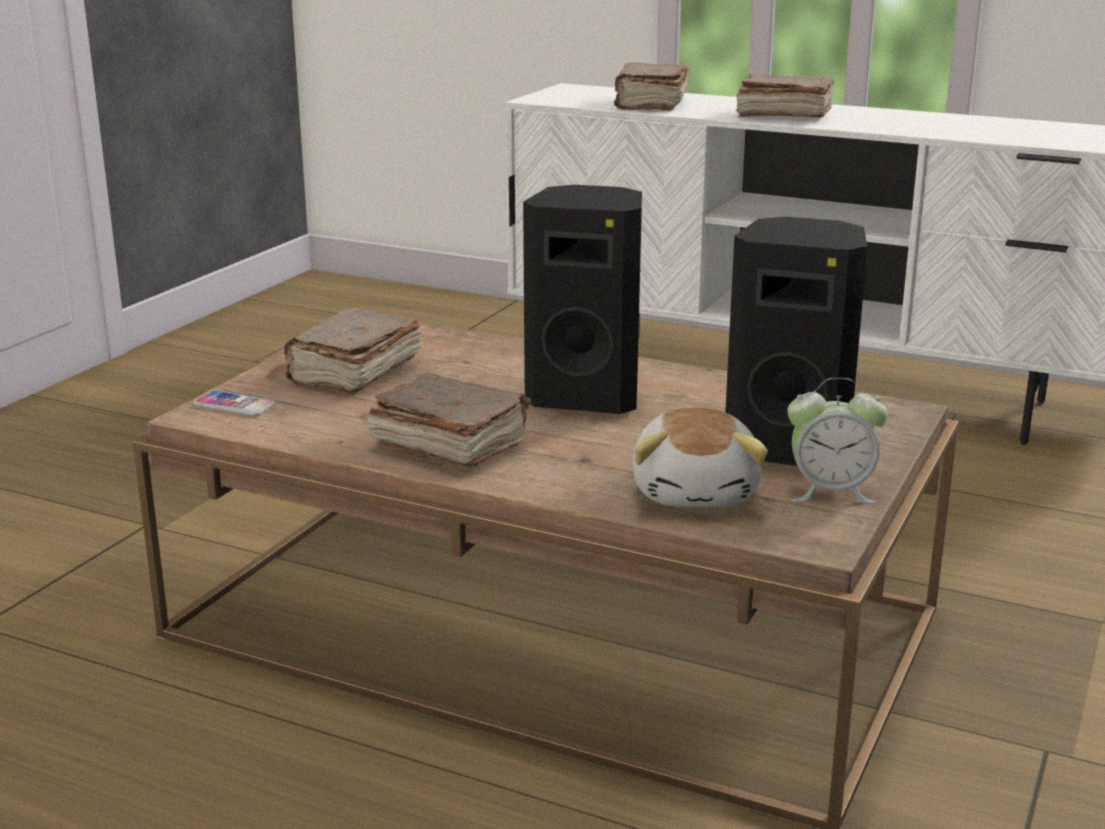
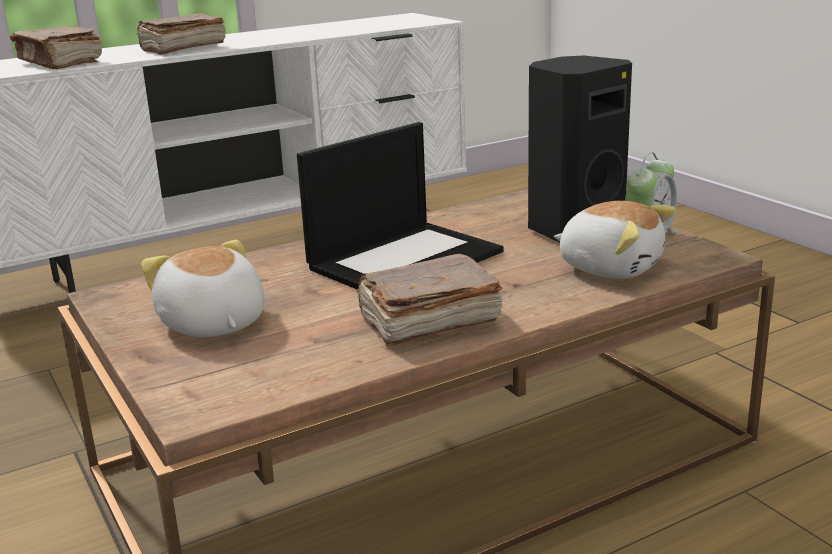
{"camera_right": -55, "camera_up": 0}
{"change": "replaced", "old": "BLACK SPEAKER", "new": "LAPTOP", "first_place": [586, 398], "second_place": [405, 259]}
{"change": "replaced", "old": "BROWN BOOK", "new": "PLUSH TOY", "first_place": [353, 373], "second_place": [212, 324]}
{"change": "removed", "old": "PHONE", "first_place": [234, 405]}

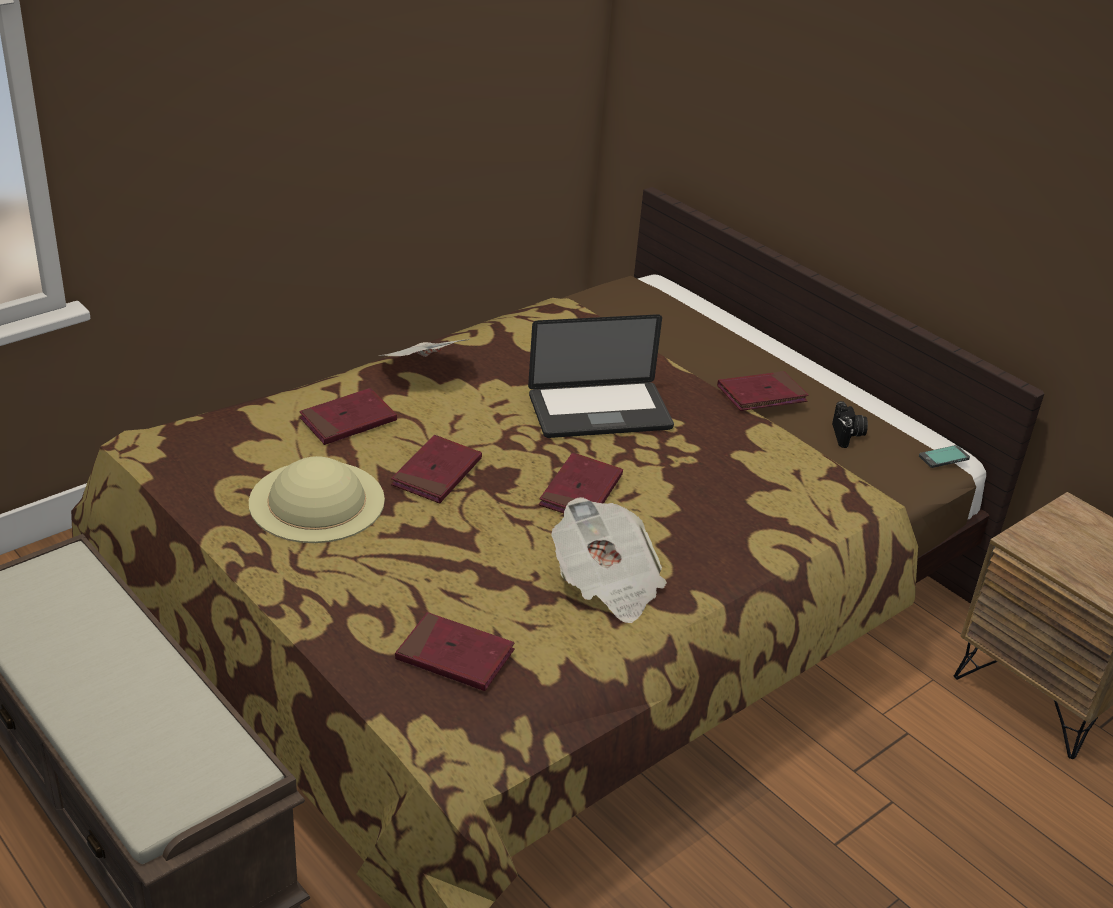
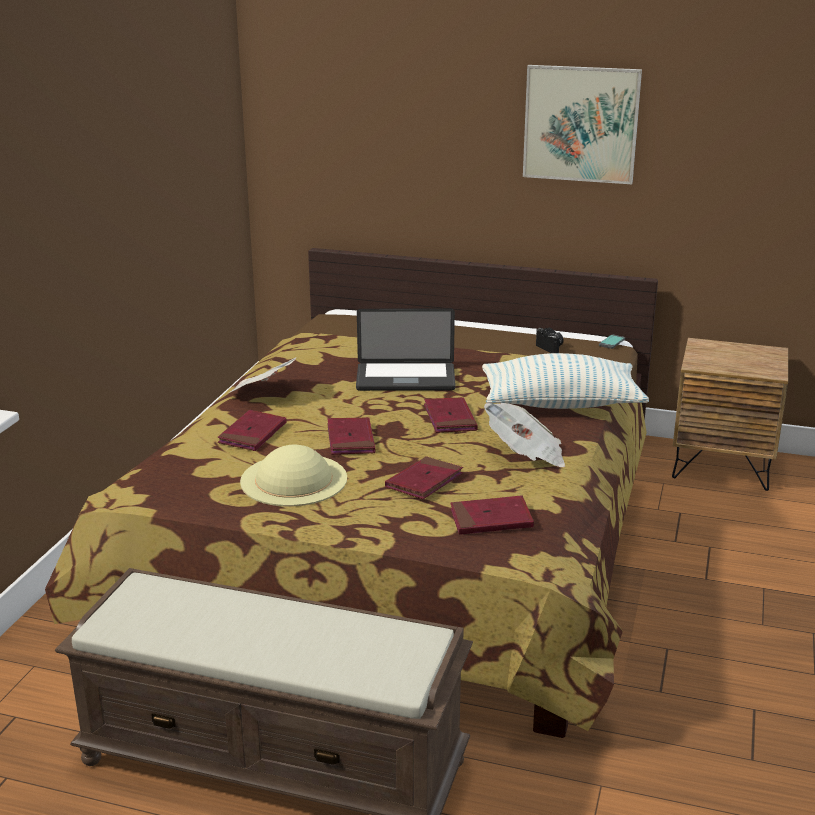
{"camera_right": -30, "camera_up": -10}
{"change": "turned", "old": "LAPTOP", "first_place": [599, 412], "second_place": [405, 379], "degrees": 45}
{"change": "moved", "old": "RED BOOK", "first_place": [761, 395], "second_place": [424, 481]}
{"change": "added", "new": "PICTURE", "second_place": [580, 124]}
{"change": "added", "new": "PILLOW", "second_place": [561, 404]}

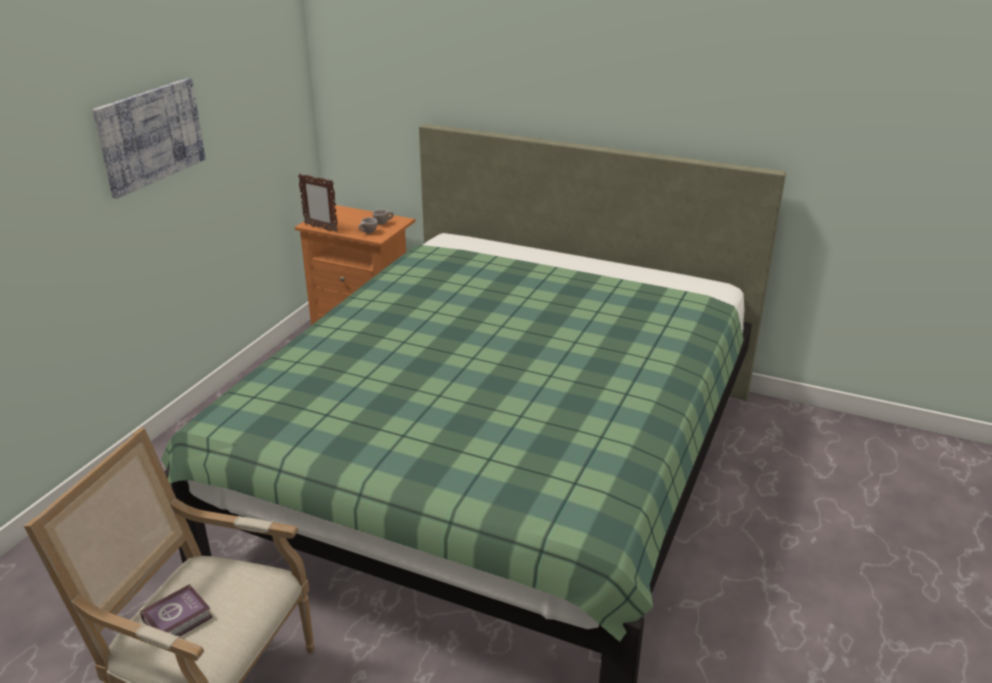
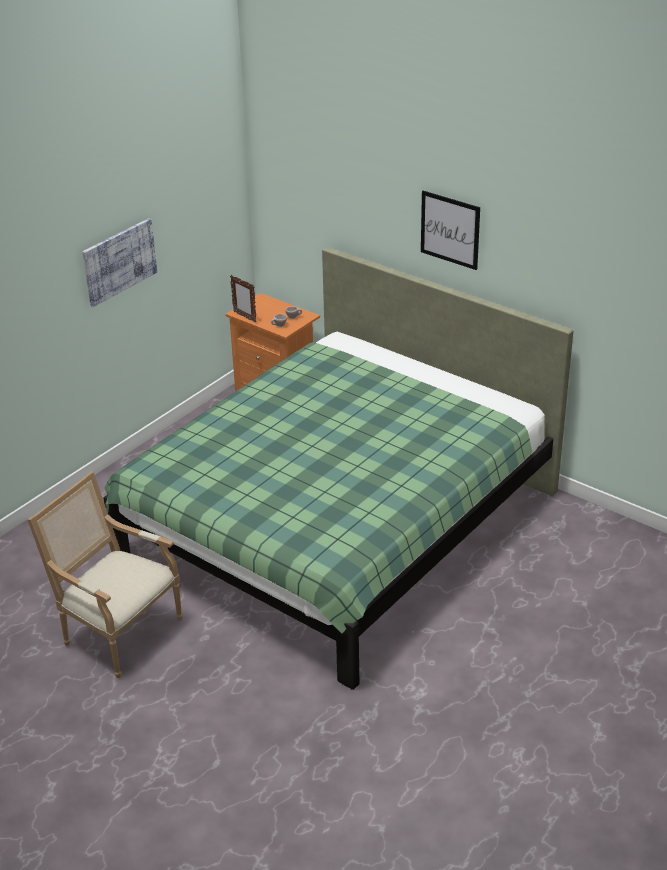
{"camera_right": 15, "camera_up": 5}
{"change": "removed", "old": "BOOK", "first_place": [179, 619]}
{"change": "added", "new": "PICTURE", "second_place": [450, 229]}

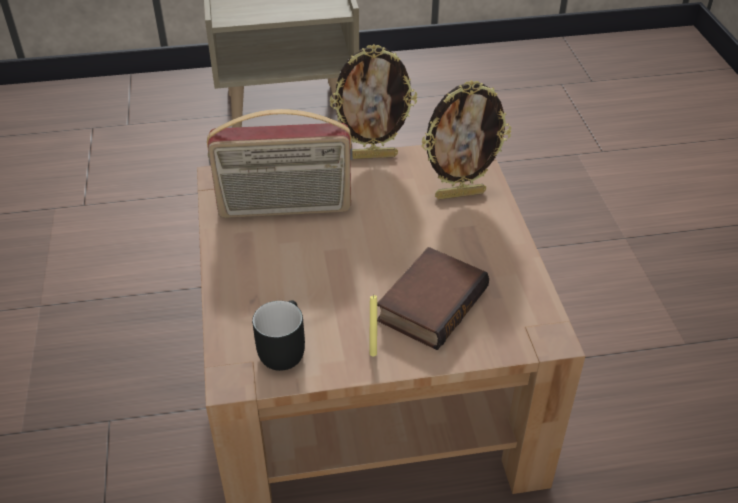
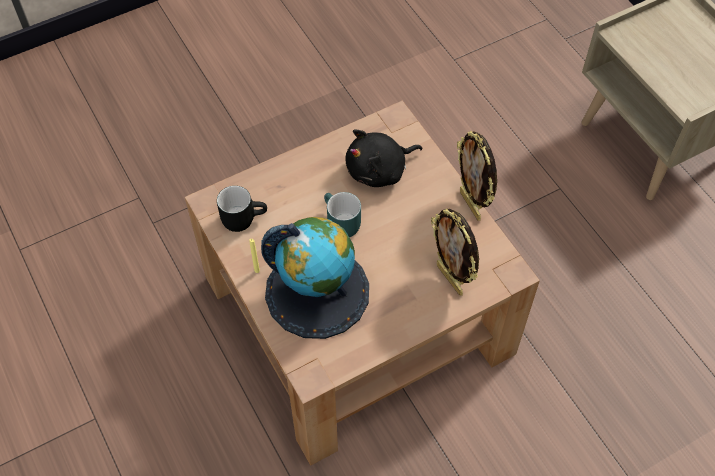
{"camera_right": 70, "camera_up": 15}
{"change": "replaced", "old": "RADIO", "new": "BLACK PLUSH TOY", "first_place": [285, 208], "second_place": [379, 170]}
{"change": "replaced", "old": "BOOK", "new": "GLOBE", "first_place": [430, 303], "second_place": [317, 291]}
{"change": "added", "new": "TURQUOISE MUG", "second_place": [339, 224]}

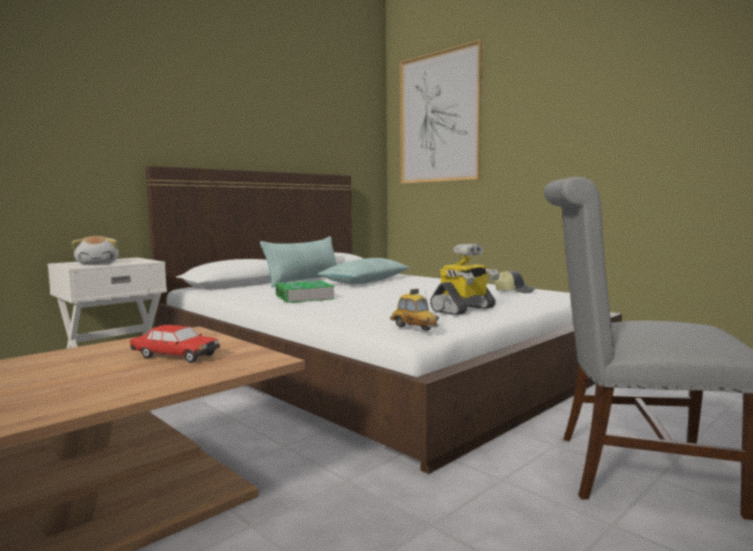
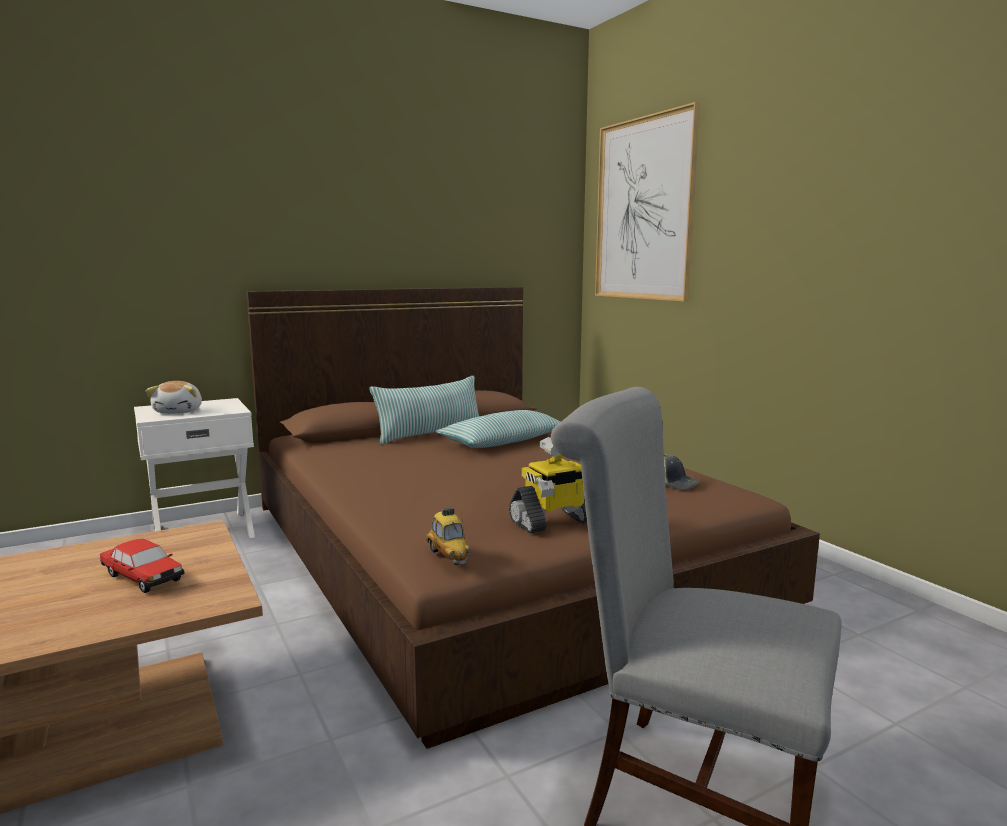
{"camera_right": 15, "camera_up": 5}
{"change": "recoloured", "old": "WHITE BED", "new": "BROWN BED", "first_place": [370, 363], "second_place": [488, 551]}
{"change": "removed", "old": "BOOK", "first_place": [304, 297]}

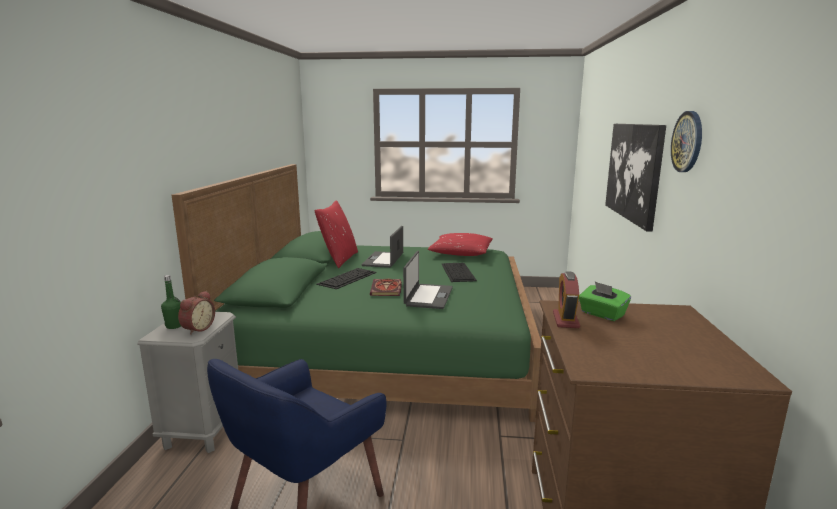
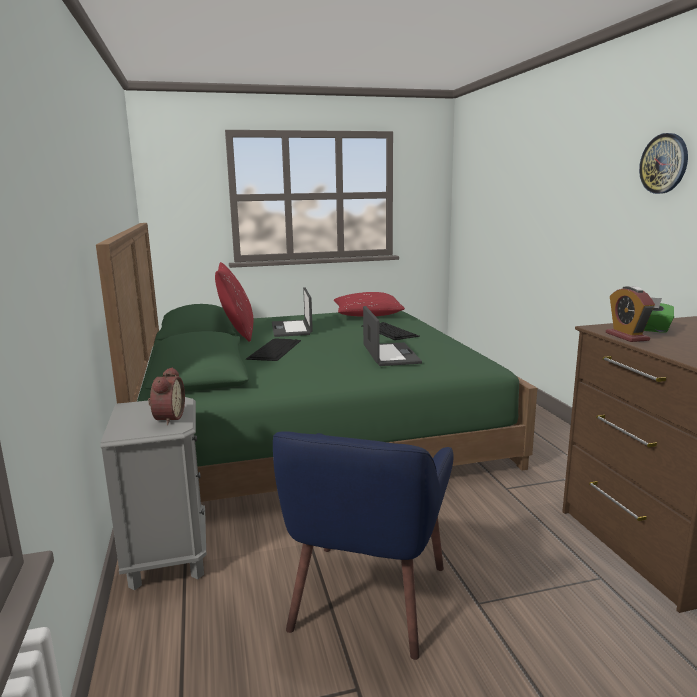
{"camera_right": -20, "camera_up": 0}
{"change": "removed", "old": "PICTURE", "first_place": [633, 171]}
{"change": "removed", "old": "GREEN BOTTLE", "first_place": [174, 326]}
{"change": "removed", "old": "BOOK", "first_place": [387, 289]}

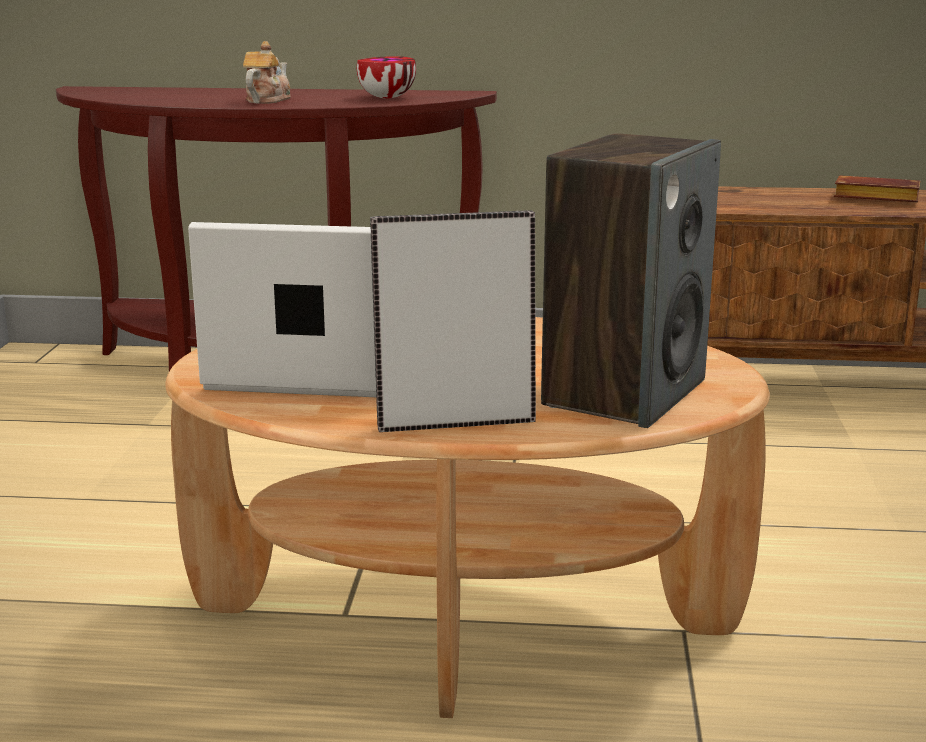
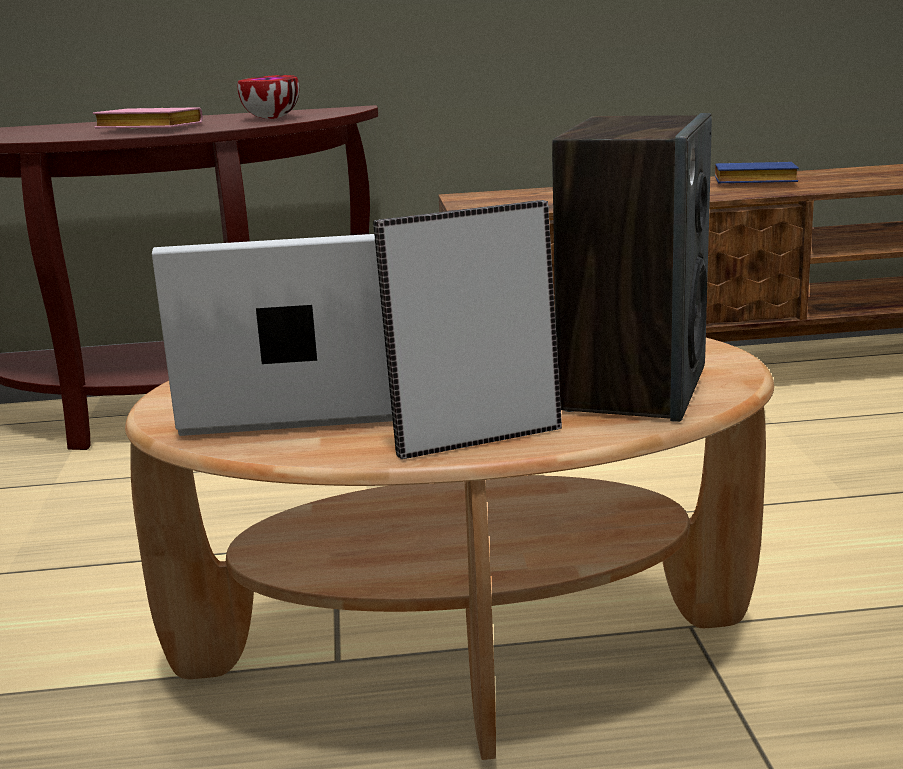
{"camera_right": -10, "camera_up": 0}
{"change": "replaced", "old": "TEAPOT", "new": "PINK BOOK", "first_place": [266, 100], "second_place": [146, 129]}
{"change": "recoloured", "old": "BROWN BOOK", "new": "BLUE BOOK", "first_place": [873, 198], "second_place": [752, 182]}

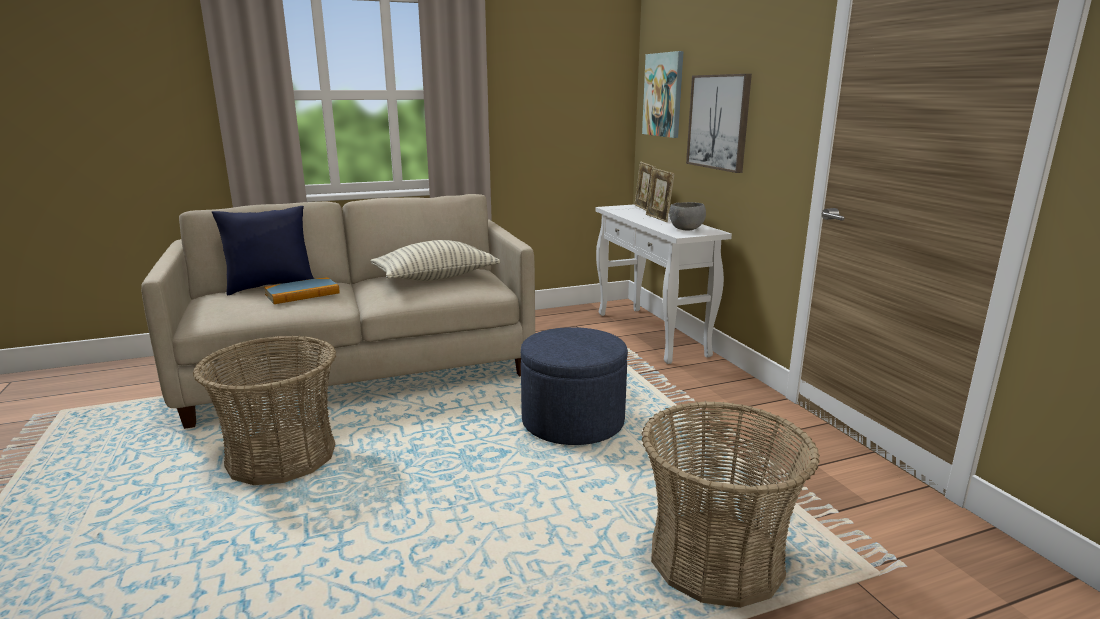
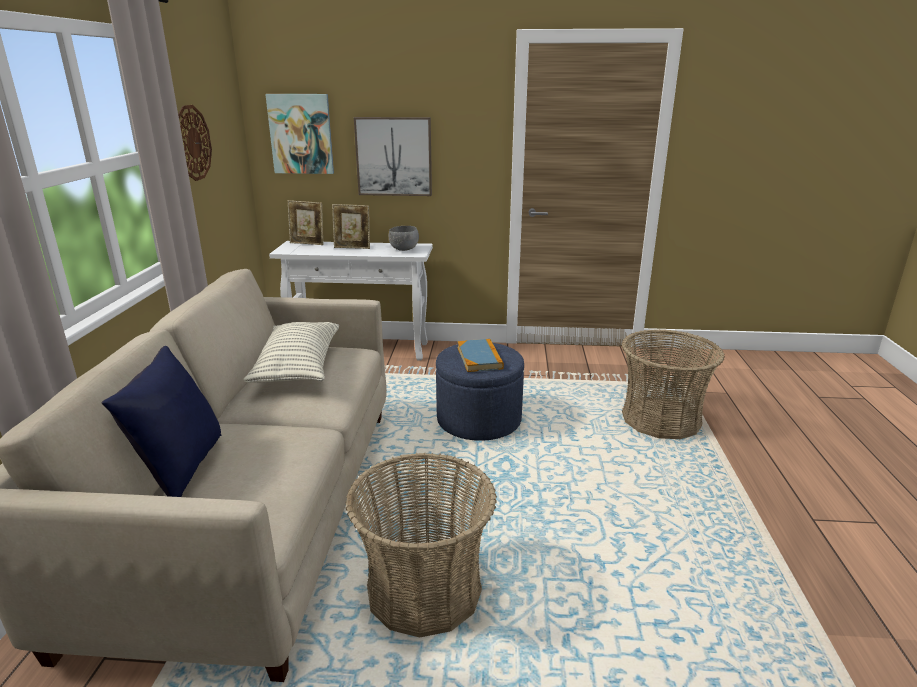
{"camera_right": -65, "camera_up": 5}
{"change": "moved", "old": "BOOK", "first_place": [302, 294], "second_place": [479, 358]}
{"change": "added", "new": "WALL CLOCK", "second_place": [192, 143]}

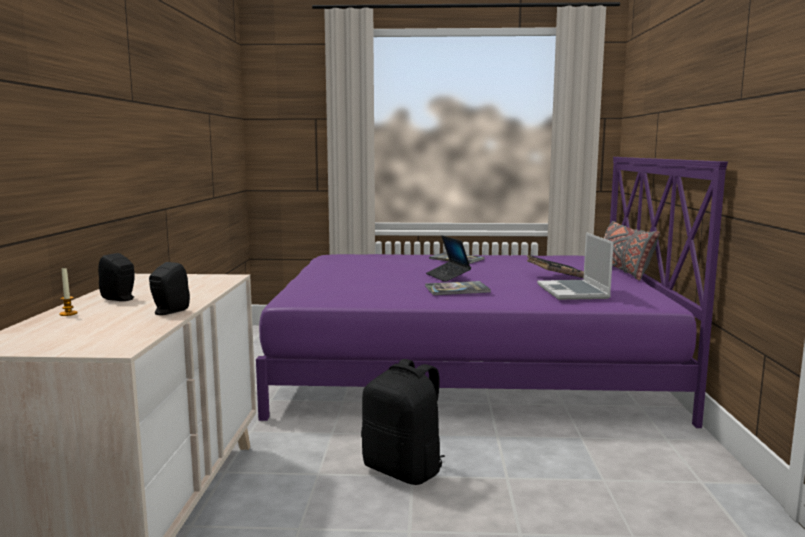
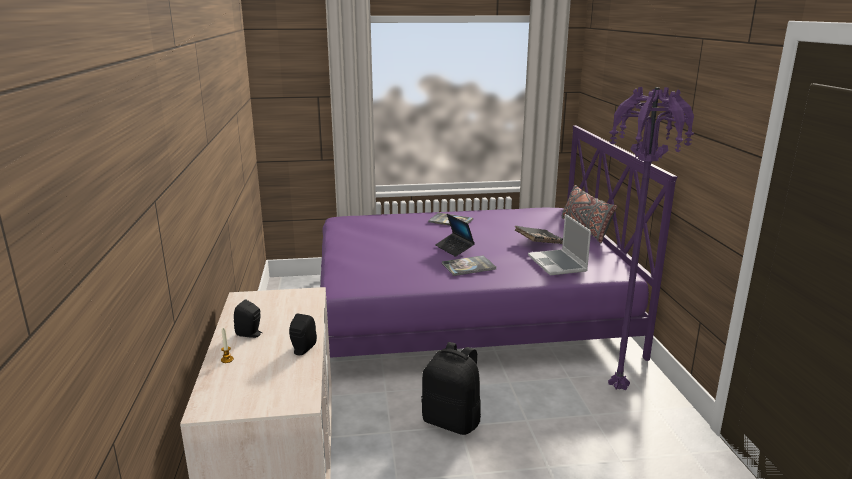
{"camera_right": -10, "camera_up": 10}
{"change": "added", "new": "PURPLE FLOOR LAMP", "second_place": [619, 389]}

